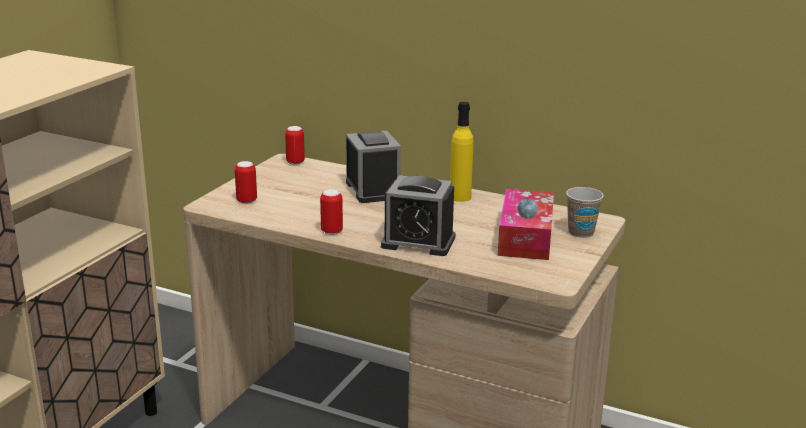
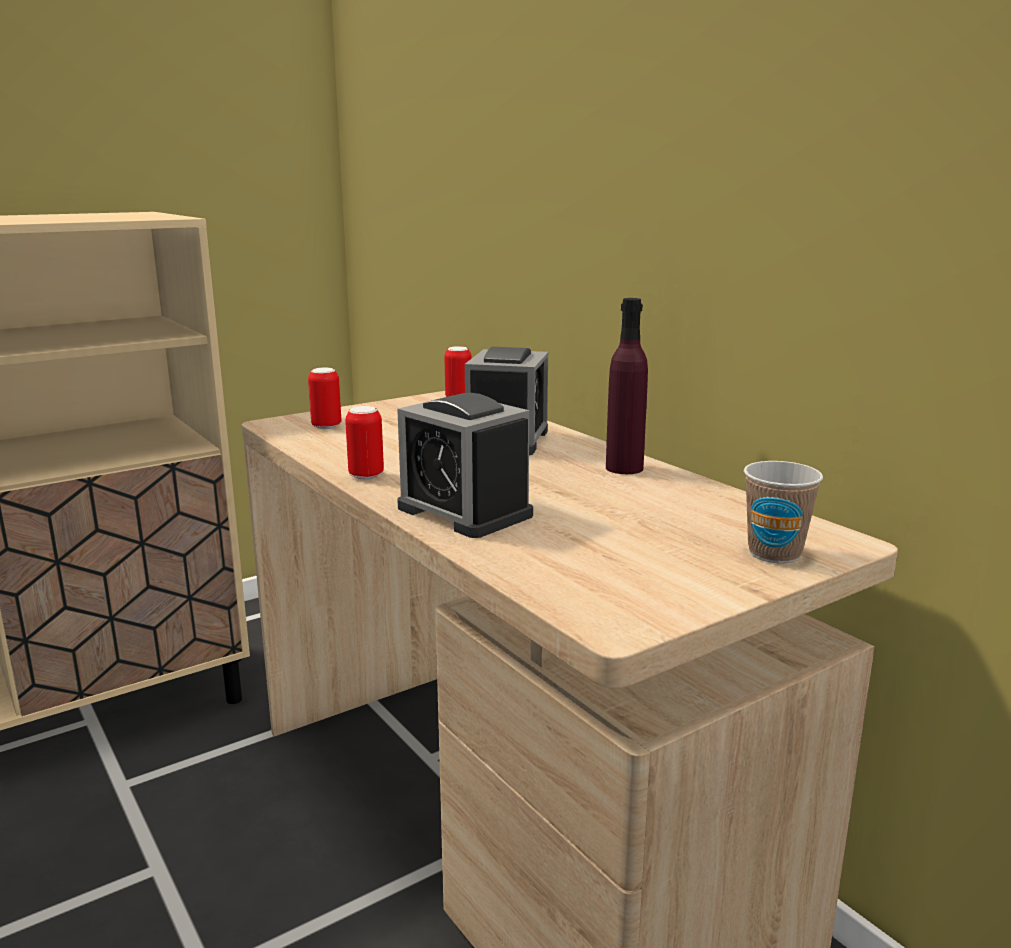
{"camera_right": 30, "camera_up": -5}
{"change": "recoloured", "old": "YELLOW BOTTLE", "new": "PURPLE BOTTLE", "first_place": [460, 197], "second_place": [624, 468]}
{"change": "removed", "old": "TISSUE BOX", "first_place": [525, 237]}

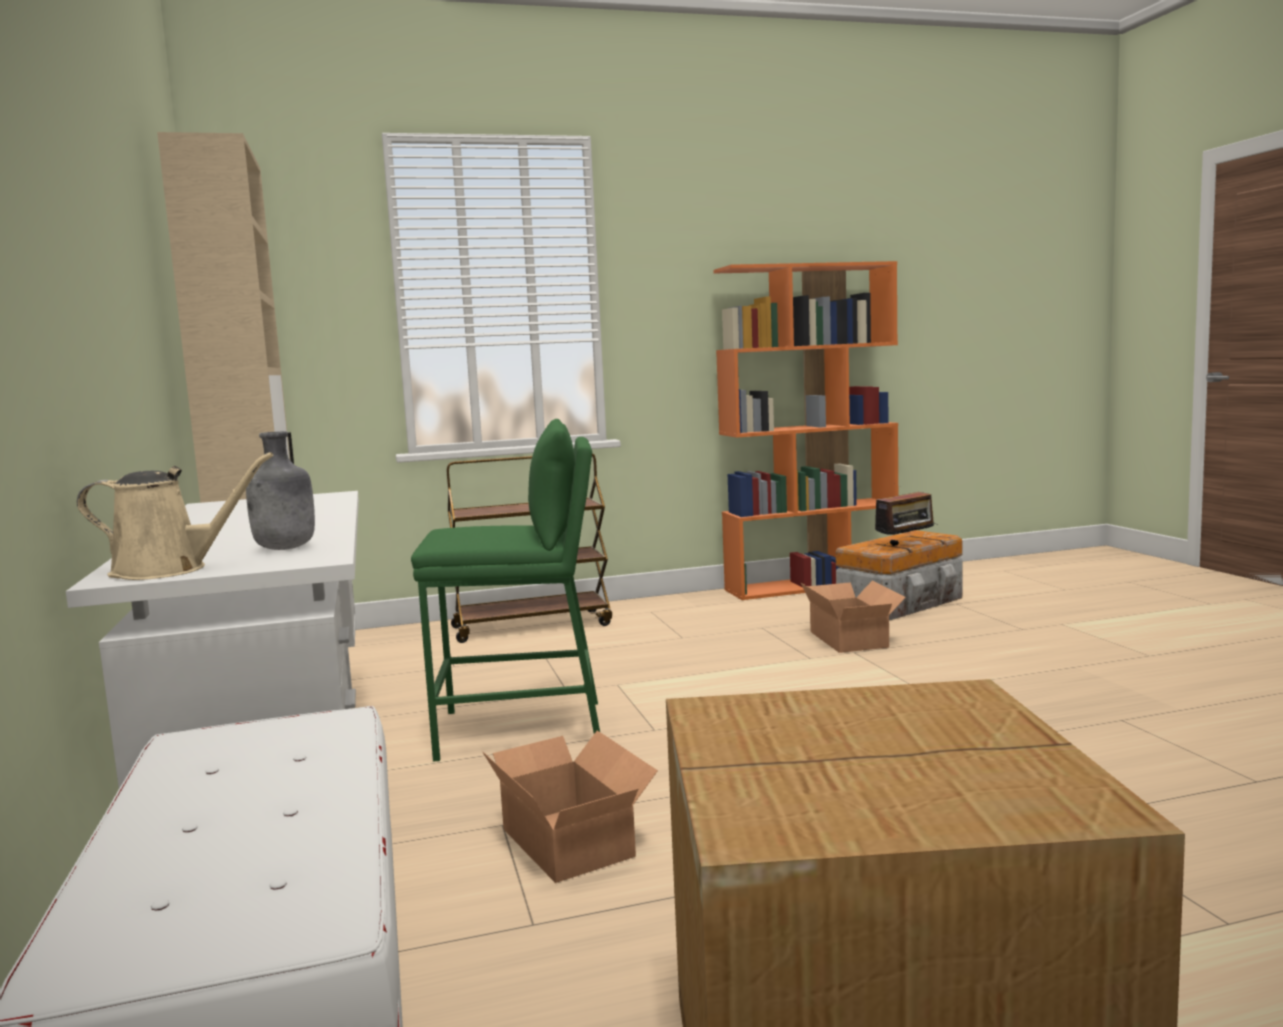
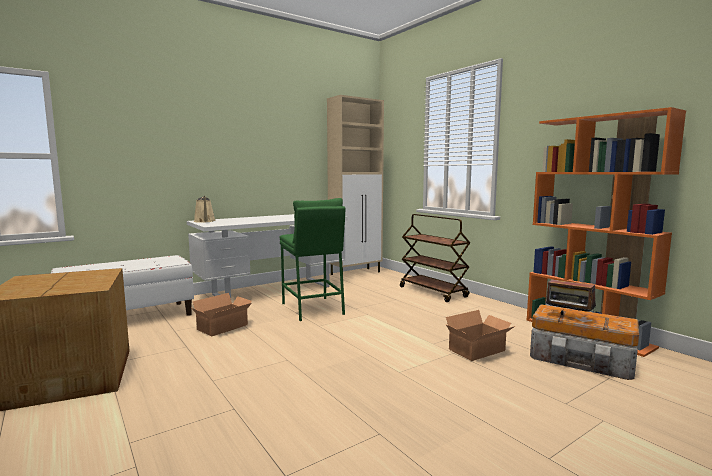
{"camera_right": 70, "camera_up": 0}
{"change": "removed", "old": "GREY BOTTLE", "first_place": [286, 548]}

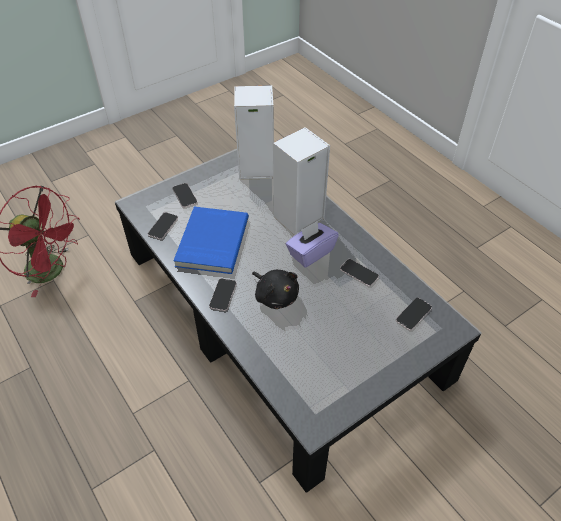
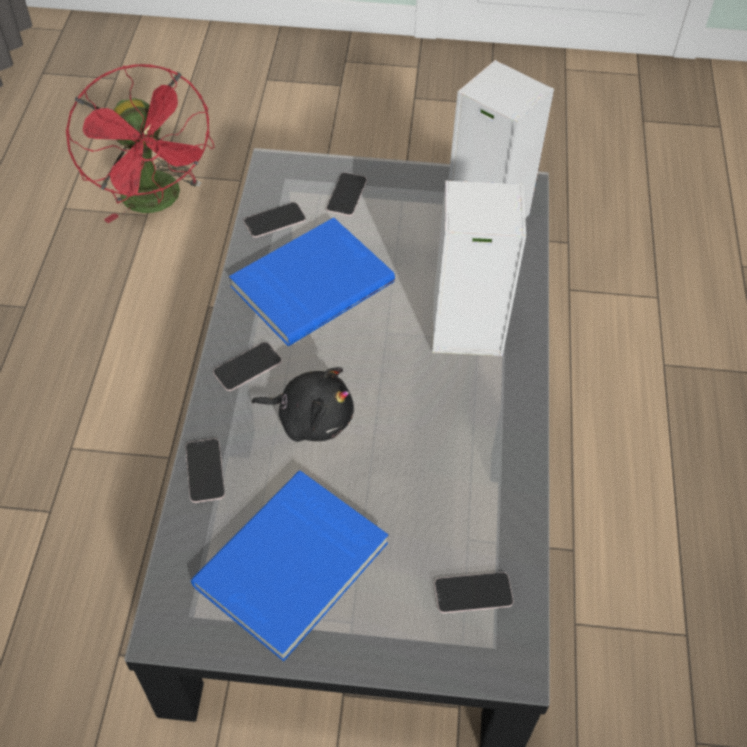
{"camera_right": 40, "camera_up": 5}
{"change": "removed", "old": "PURPLE TISSUE BOX", "first_place": [310, 253]}
{"change": "moved", "old": "PHONE", "first_place": [359, 273], "second_place": [205, 471]}
{"change": "turned", "old": "BLACK PLUSH TOY", "first_place": [275, 296], "second_place": [311, 418], "degrees": -75}
{"change": "added", "new": "BLUE BOOK", "second_place": [294, 566]}

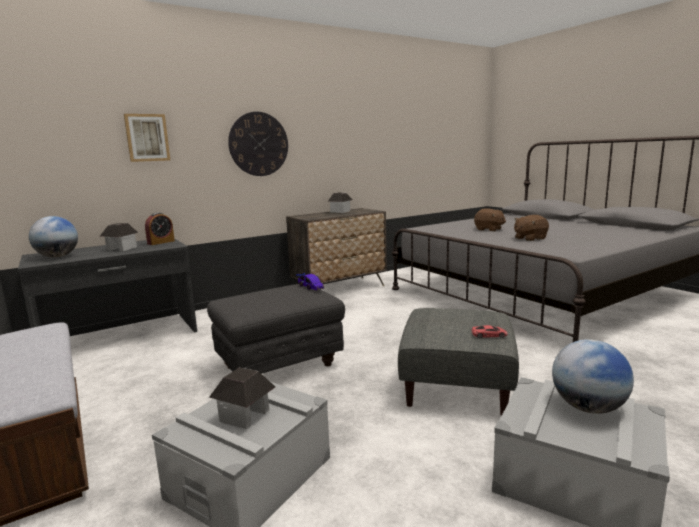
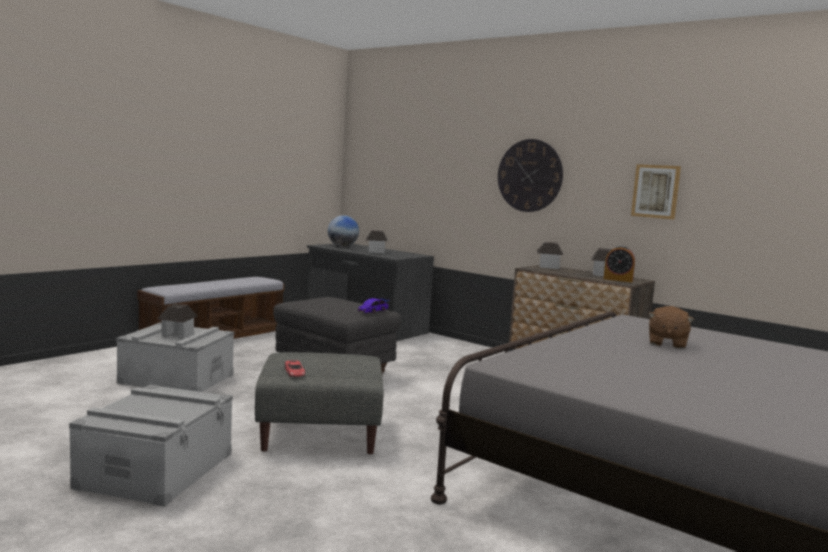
{"camera_right": 70, "camera_up": -5}
{"change": "moved", "old": "PICTURE", "first_place": [147, 137], "second_place": [656, 191]}
{"change": "moved", "old": "ALARM CLOCK", "first_place": [161, 242], "second_place": [618, 280]}
{"change": "removed", "old": "BROWN PLUSH TOY", "first_place": [529, 238]}
{"change": "removed", "old": "GLOBE", "first_place": [588, 407]}
{"change": "added", "new": "TOY HOUSE", "second_place": [548, 267]}

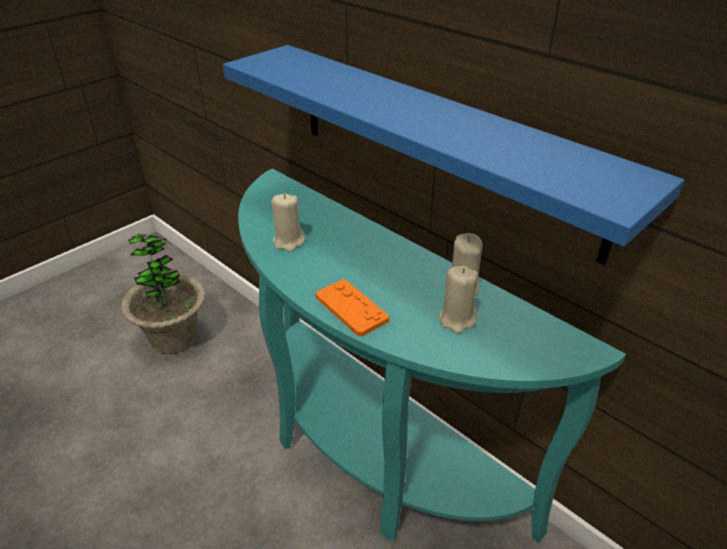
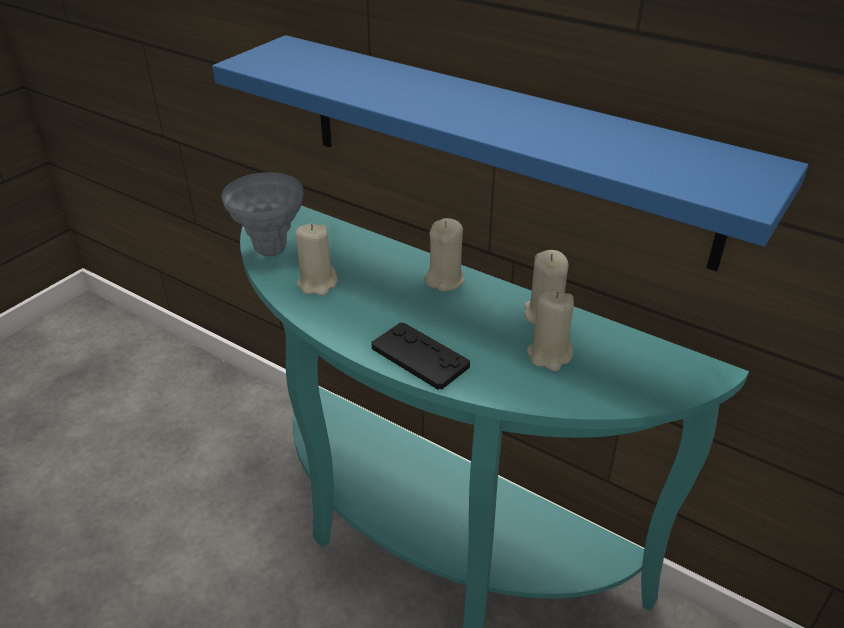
{"camera_right": -10, "camera_up": 0}
{"change": "removed", "old": "POTTED PLANT", "first_place": [174, 338]}
{"change": "recoloured", "old": "ORANGE GAME CONTROLLER", "new": "BLACK GAME CONTROLLER", "first_place": [351, 308], "second_place": [420, 357]}
{"change": "added", "new": "GREY VASE", "second_place": [271, 249]}
{"change": "added", "new": "BEIGE CANDLE", "second_place": [444, 280]}

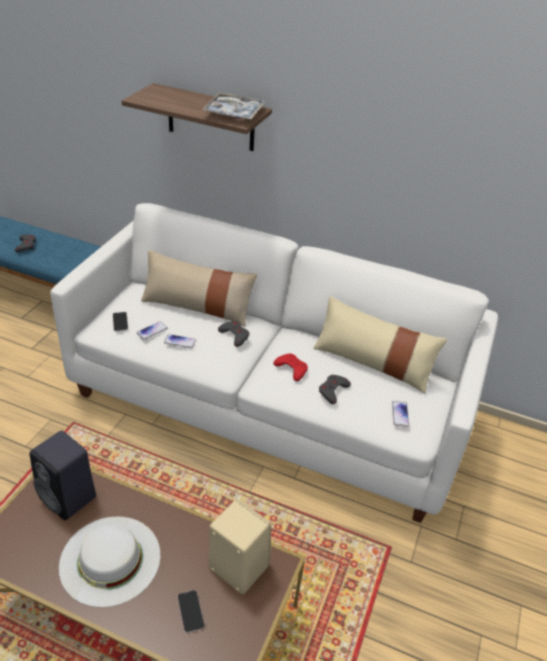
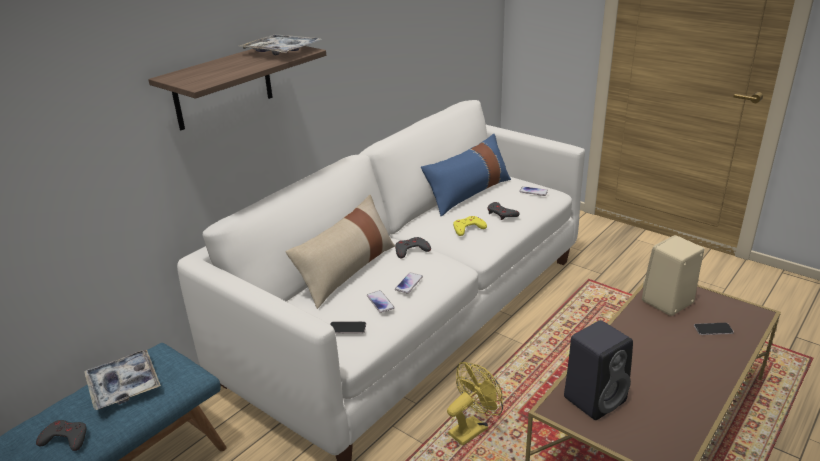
{"camera_right": -70, "camera_up": -10}
{"change": "recoloured", "old": "BEIGE PILLOW", "new": "BLUE PILLOW", "first_place": [373, 362], "second_place": [468, 193]}
{"change": "recoloured", "old": "RED GAME CONTROLLER", "new": "YELLOW GAME CONTROLLER", "first_place": [291, 369], "second_place": [468, 228]}
{"change": "removed", "old": "WHITE HAT", "first_place": [110, 559]}
{"change": "added", "new": "TRAY", "second_place": [124, 385]}
{"change": "added", "new": "YELLOW FAN", "second_place": [472, 428]}

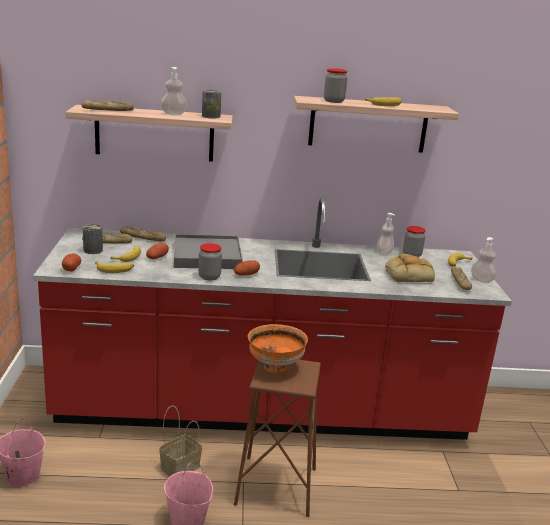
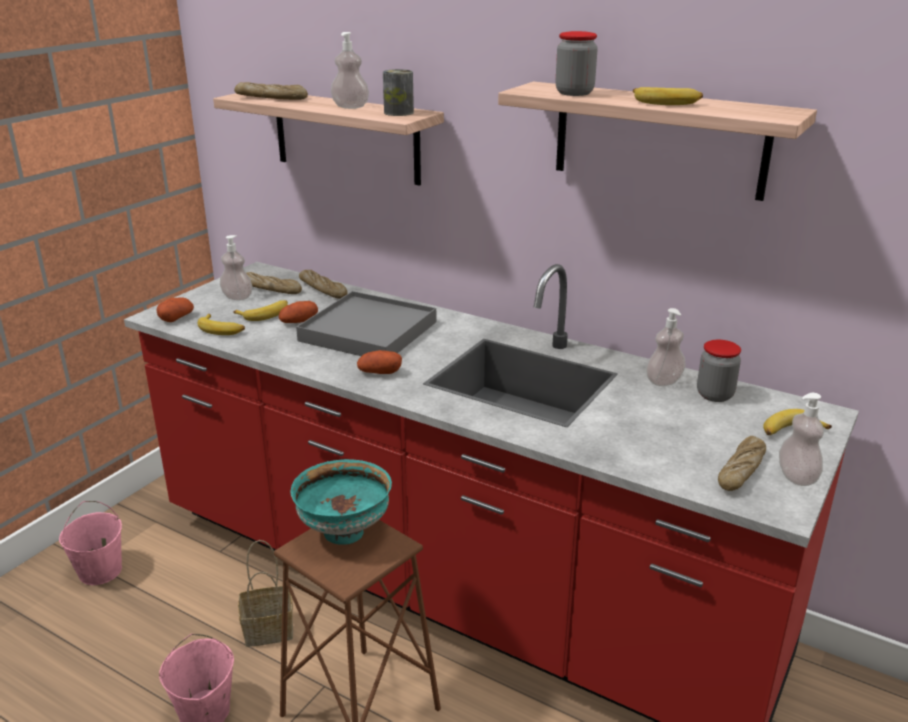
{"camera_right": 35, "camera_up": 5}
{"change": "replaced", "old": "CAN", "new": "SOAP DISPENSER", "first_place": [93, 250], "second_place": [237, 297]}
{"change": "removed", "old": "JAR", "first_place": [209, 277]}
{"change": "removed", "old": "BREAD", "first_place": [409, 275]}
{"change": "recoloured", "old": "ORANGE BOWL", "new": "TURQUOISE BOWL", "first_place": [274, 367], "second_place": [343, 531]}

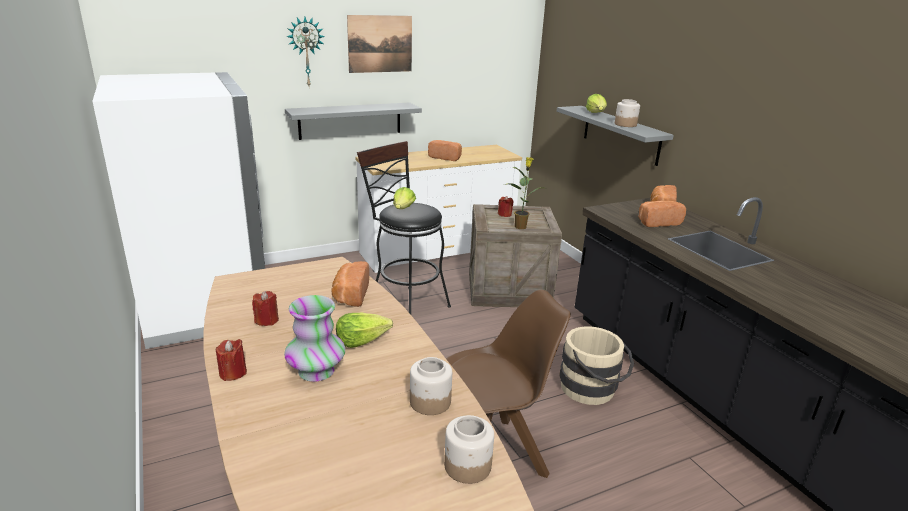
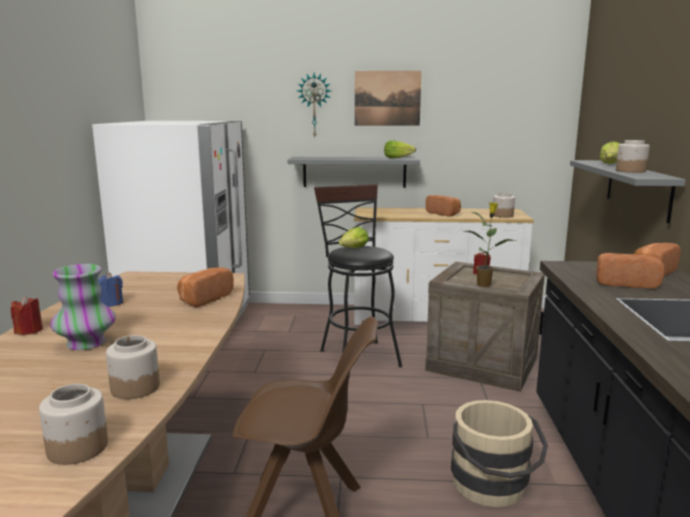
{"camera_right": 30, "camera_up": -10}
{"change": "recoloured", "old": "RED CANDLE", "new": "BLUE CANDLE", "first_place": [267, 320], "second_place": [111, 303]}
{"change": "moved", "old": "LETTUCE", "first_place": [361, 340], "second_place": [398, 158]}
{"change": "added", "new": "JAR", "second_place": [502, 215]}

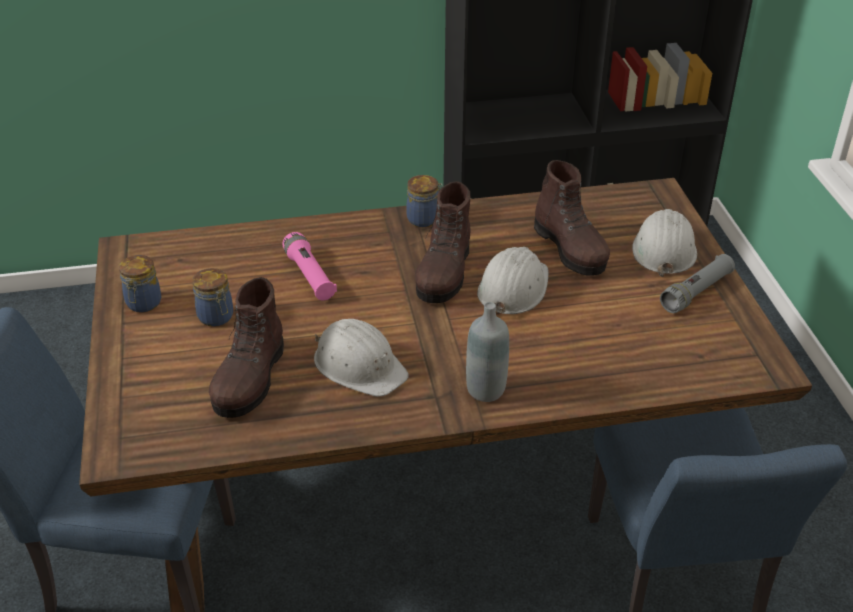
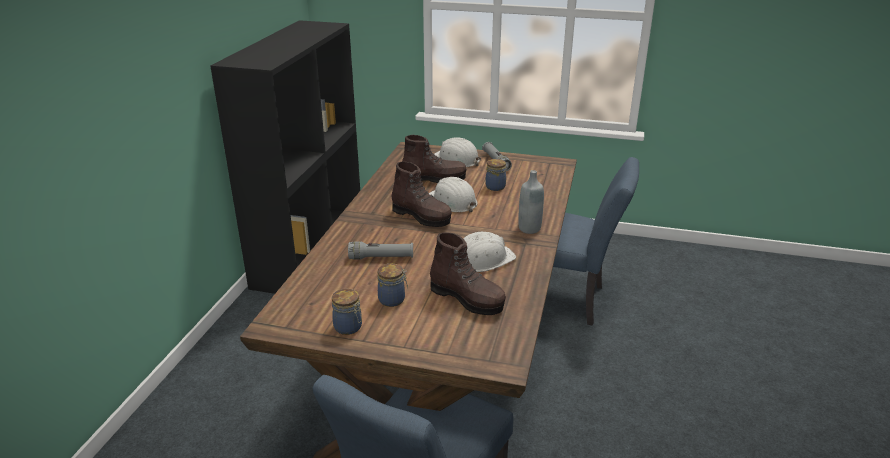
{"camera_right": -65, "camera_up": -10}
{"change": "moved", "old": "JAR", "first_place": [424, 219], "second_place": [495, 186]}
{"change": "recoloured", "old": "PINK FLASHLIGHT", "new": "GREY FLASHLIGHT", "first_place": [309, 276], "second_place": [381, 258]}

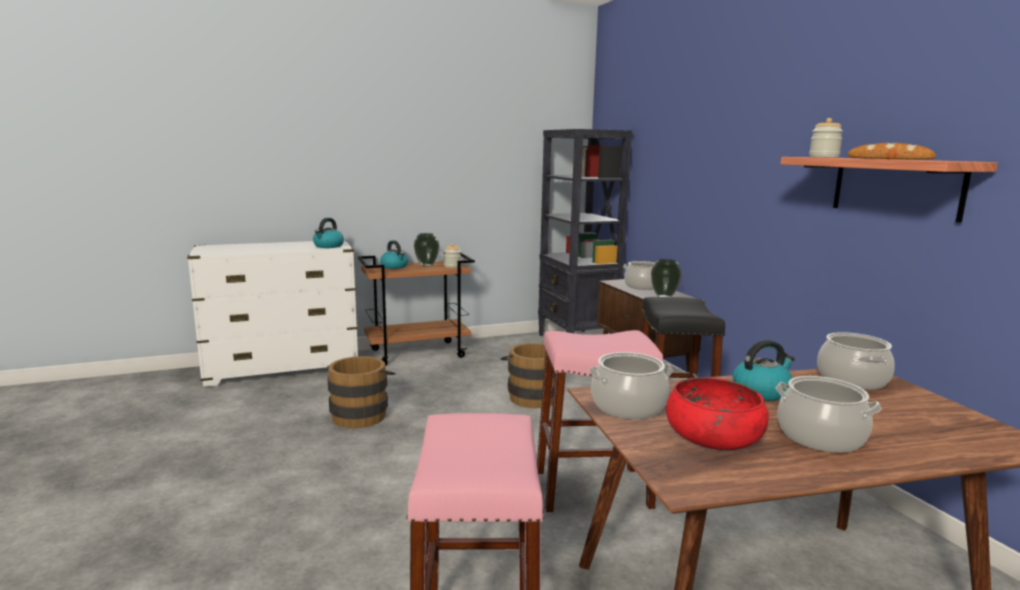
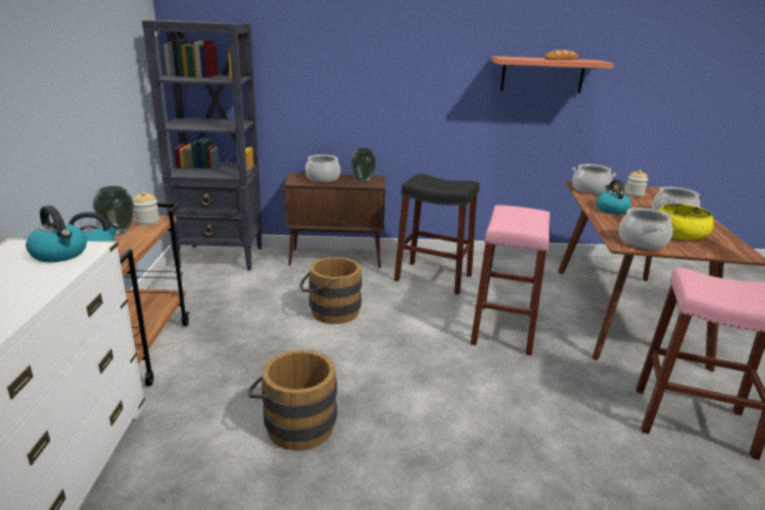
{"camera_right": -70, "camera_up": 10}
{"change": "moved", "old": "JAR", "first_place": [824, 157], "second_place": [634, 194]}
{"change": "recoloured", "old": "RED BOWL", "new": "YELLOW BOWL", "first_place": [713, 435], "second_place": [679, 234]}

